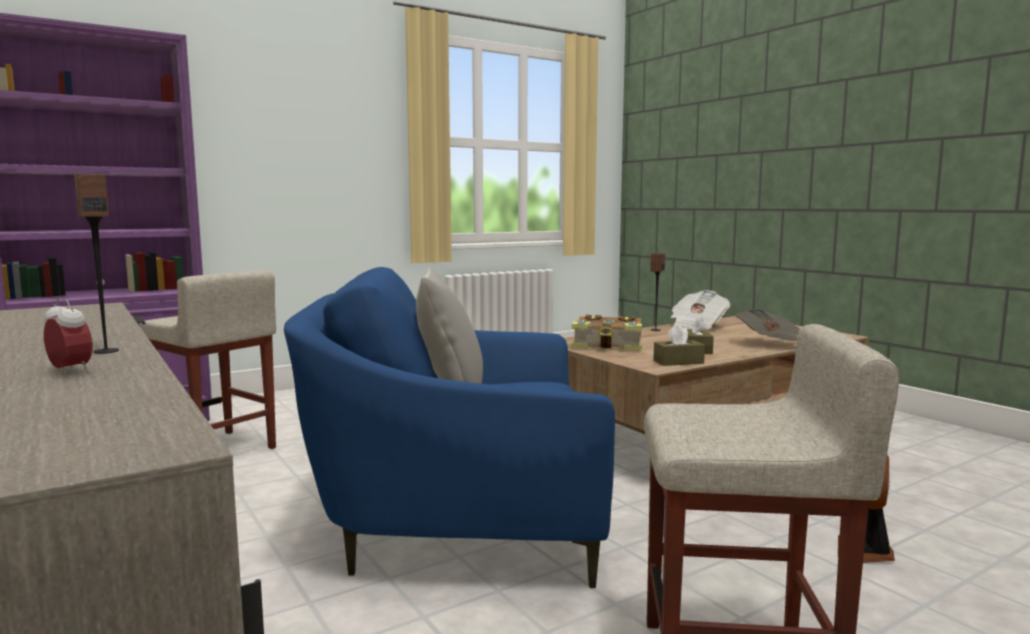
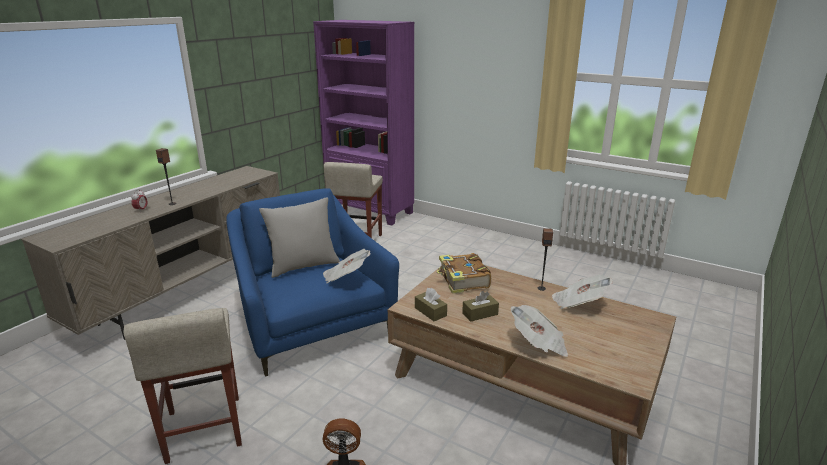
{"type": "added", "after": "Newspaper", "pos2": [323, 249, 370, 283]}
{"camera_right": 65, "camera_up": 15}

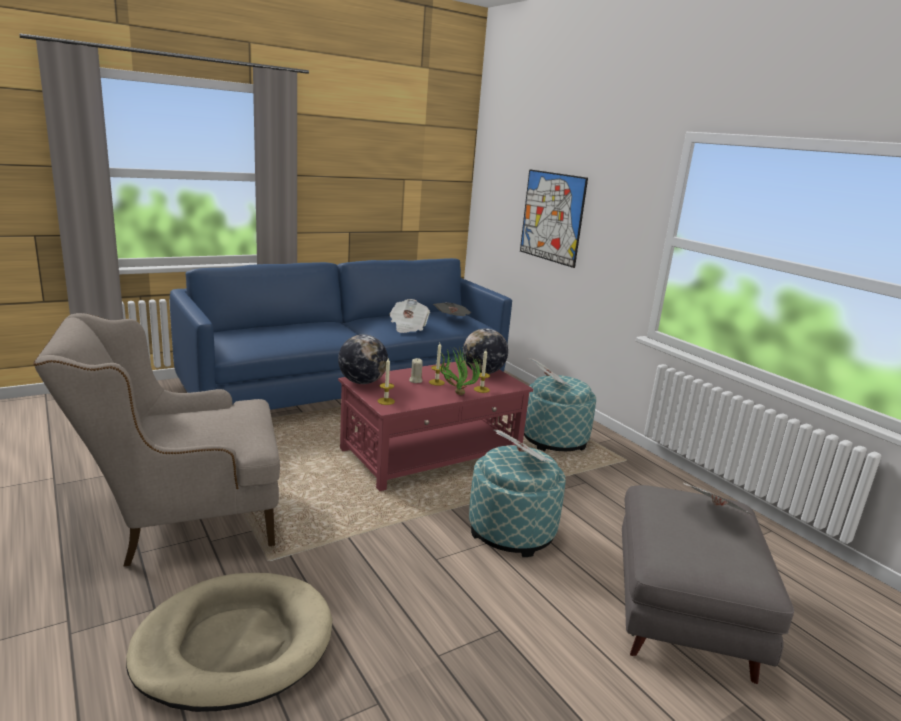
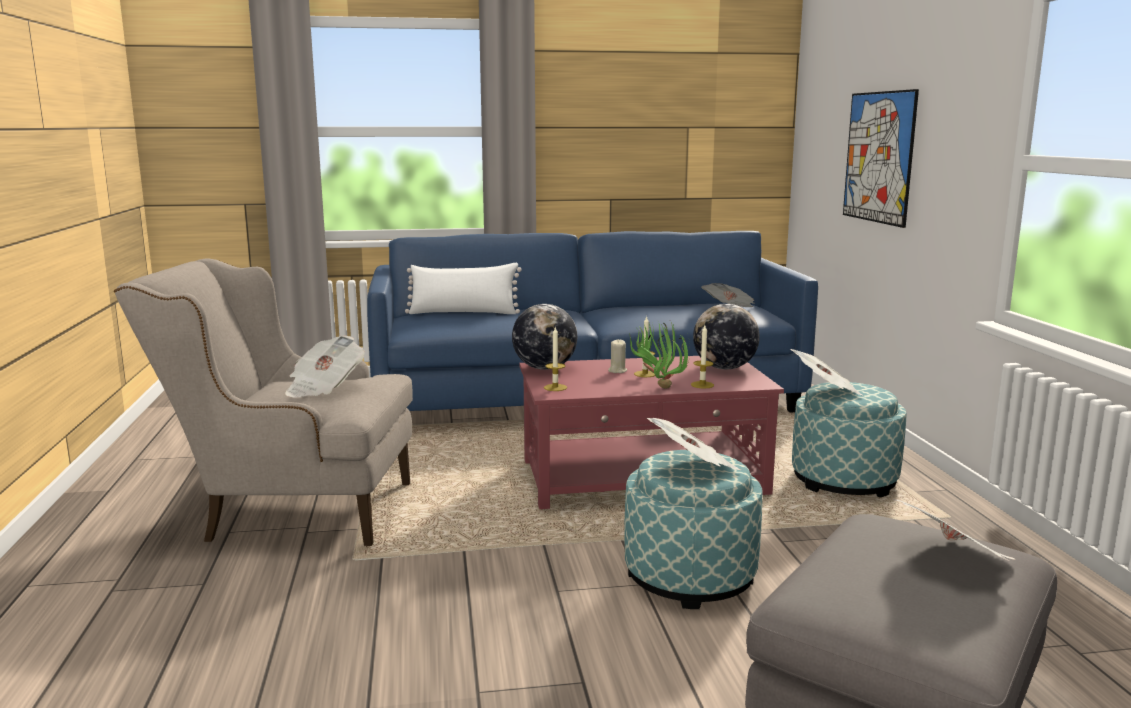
{"type": "moved", "before": "Newspaper", "pos1": [389, 299, 430, 333], "pos2": [285, 335, 365, 398]}
{"type": "added", "after": "WhitePillow", "pos2": [405, 263, 522, 314]}
{"type": "removed", "before": "BeigeDogBed", "pos1": [126, 573, 332, 712]}
{"camera_right": 25, "camera_up": -5}

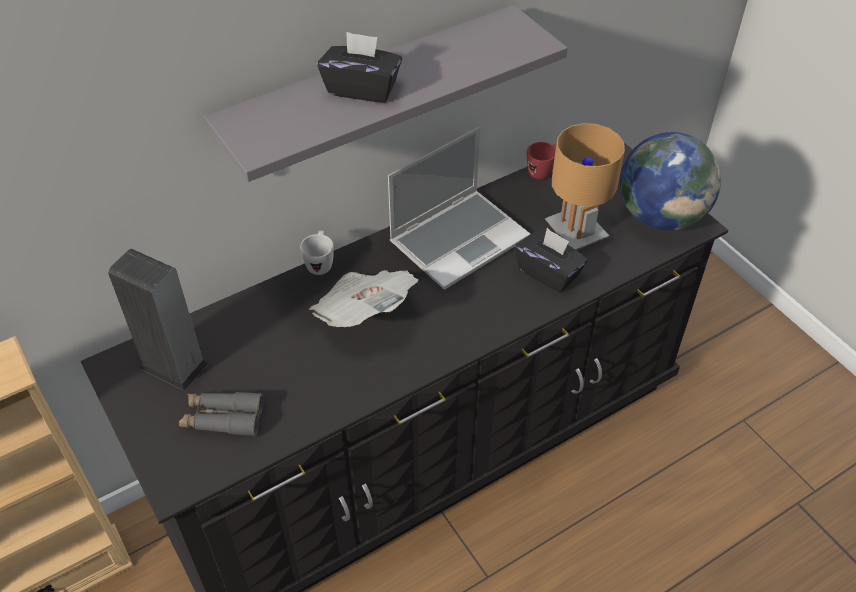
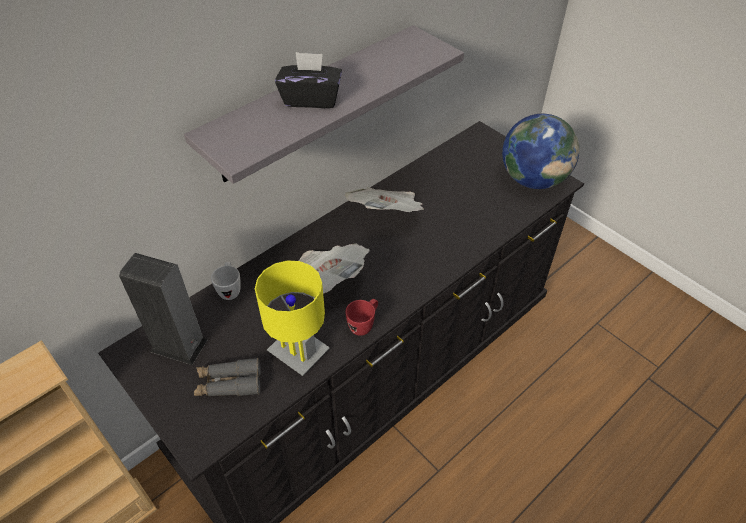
{"type": "moved", "before": "WhiteMug", "pos1": [300, 231, 334, 275], "pos2": [211, 262, 241, 300]}
{"type": "added", "after": "YellowTableLamp", "pos2": [255, 260, 330, 376]}
{"type": "replaced", "before": "Laptop", "after": "Newspaper", "pos1": [388, 127, 530, 290], "pos2": [345, 187, 424, 212]}
{"type": "moved", "before": "RedMug", "pos1": [527, 142, 556, 179], "pos2": [345, 299, 378, 336]}
{"type": "removed", "before": "BlackTissueBox", "pos1": [515, 228, 588, 292]}
{"type": "removed", "before": "BrownTableLamp", "pos1": [545, 123, 625, 250]}
{"camera_right": -10, "camera_up": 0}

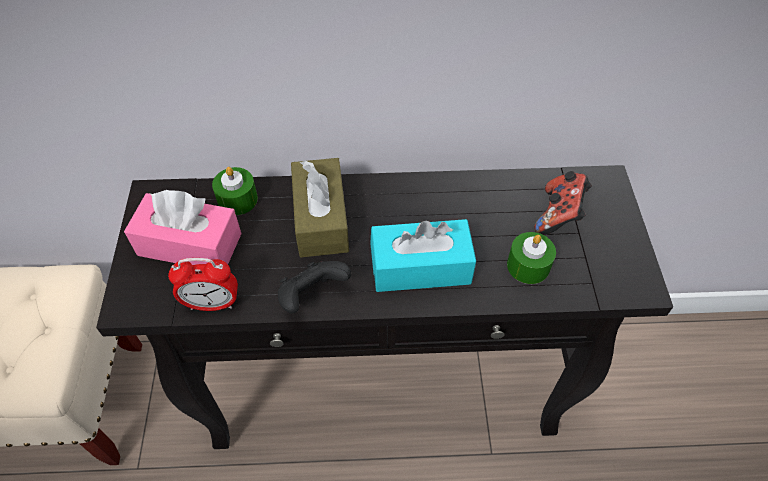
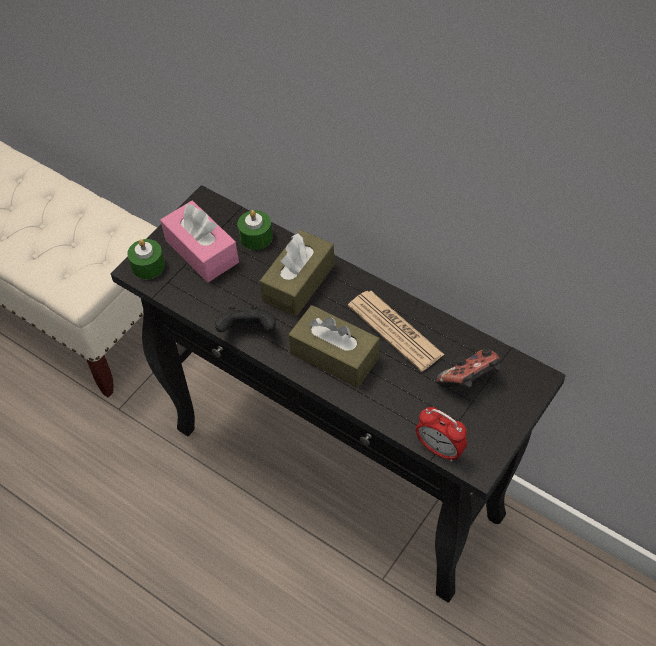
{"type": "moved", "before": "GreenCandle", "pos1": [507, 232, 556, 284], "pos2": [127, 239, 165, 279]}
{"type": "recoloured", "before": "TurquoiseTissueBox", "after": "BrownTissueBox", "pos1": [370, 219, 476, 292], "pos2": [289, 305, 380, 388]}
{"type": "added", "after": "Newspaper", "pos2": [348, 291, 445, 372]}
{"type": "moved", "before": "AlarmClock", "pos1": [168, 258, 238, 311], "pos2": [416, 407, 467, 462]}
{"camera_right": 40, "camera_up": 0}

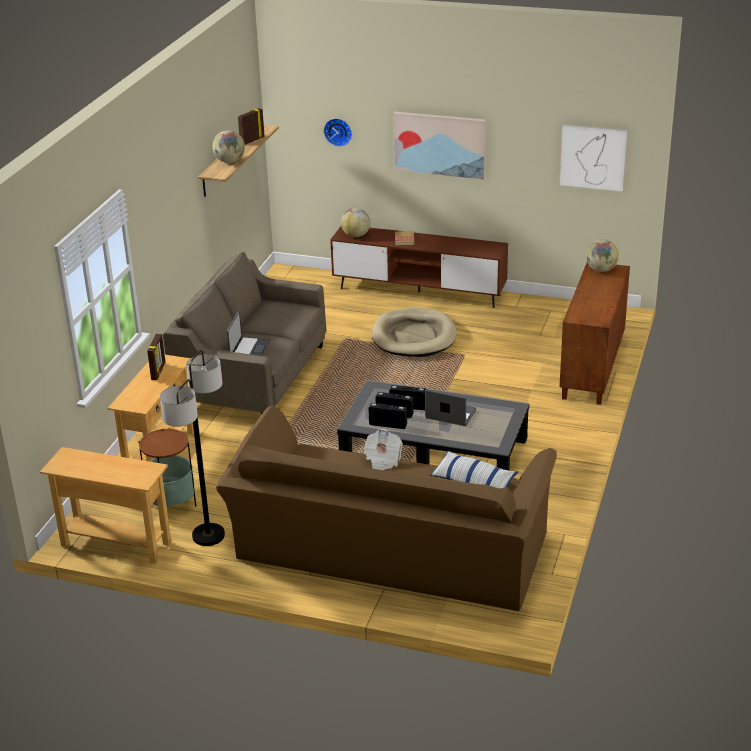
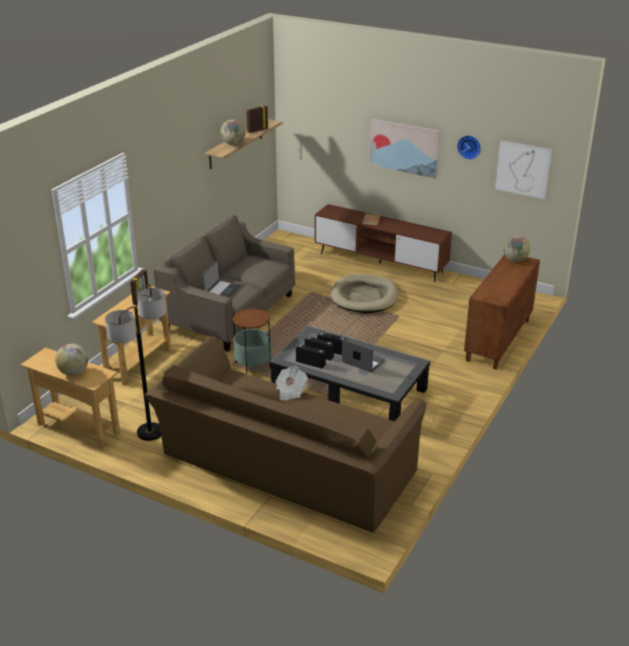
{"type": "moved", "before": "Globe", "pos1": [341, 208, 370, 237], "pos2": [55, 343, 88, 376]}
{"type": "moved", "before": "SideTable", "pos1": [138, 428, 196, 507], "pos2": [233, 308, 271, 374]}
{"type": "moved", "before": "WallClock", "pos1": [324, 118, 352, 147], "pos2": [457, 135, 481, 160]}
{"type": "removed", "before": "Pillow", "pos1": [430, 450, 519, 488]}
{"camera_right": 10, "camera_up": 0}

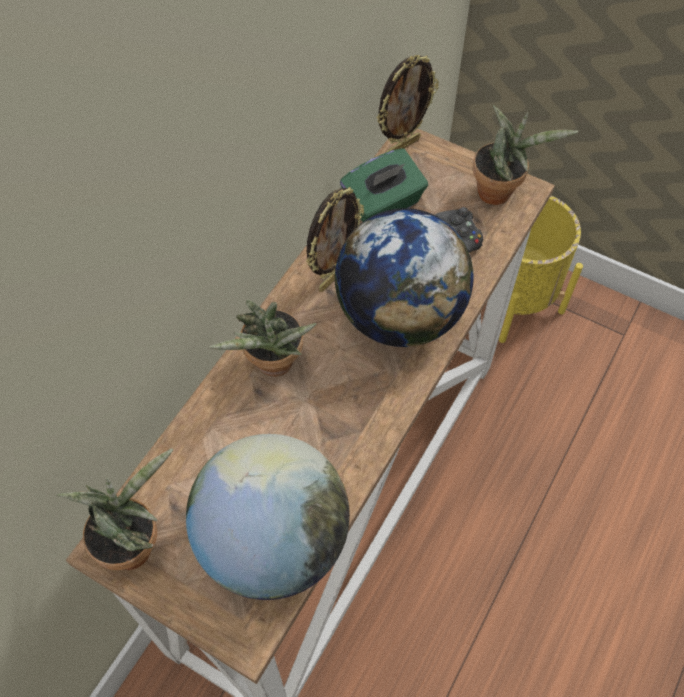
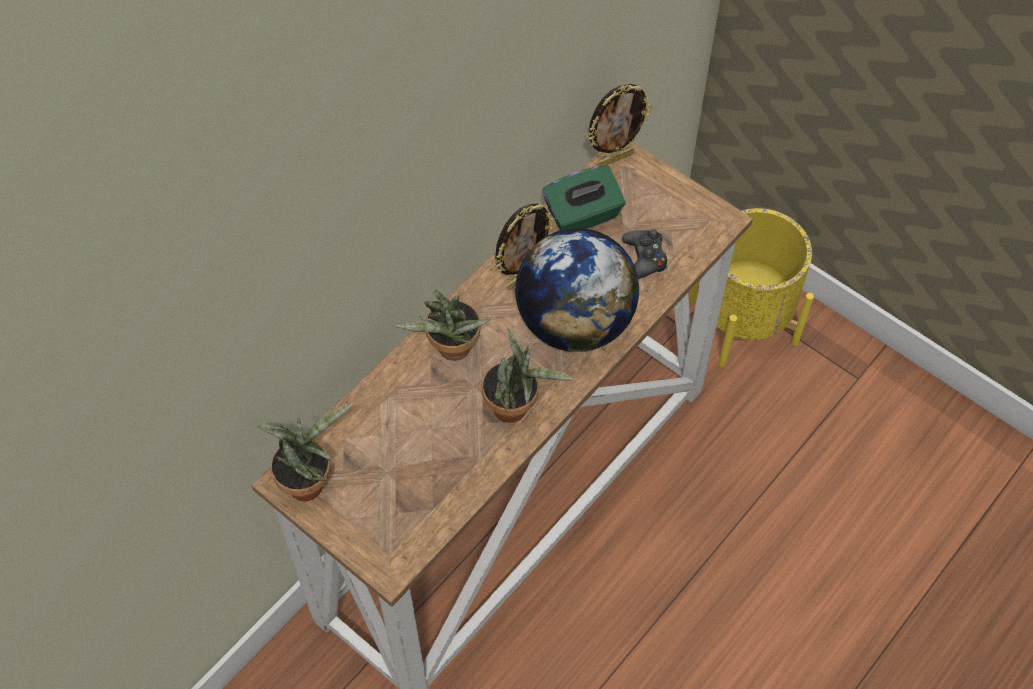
{"type": "moved", "before": "PottedPlant", "pos1": [473, 105, 578, 205], "pos2": [482, 328, 573, 423]}
{"type": "removed", "before": "Globe", "pos1": [186, 434, 350, 600]}
{"camera_right": 10, "camera_up": 0}

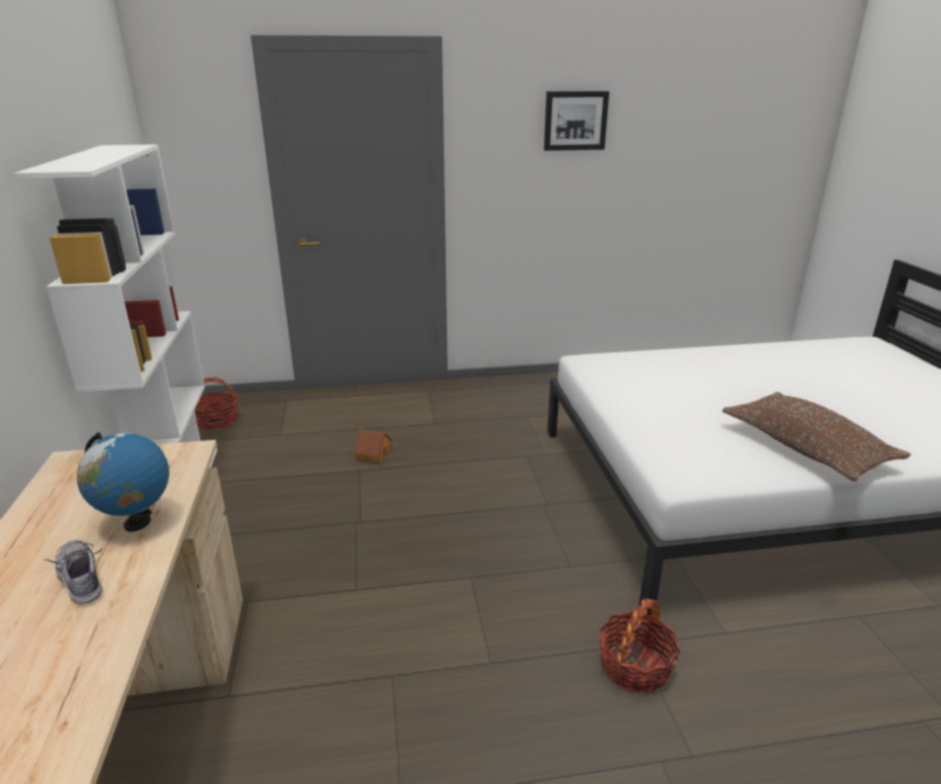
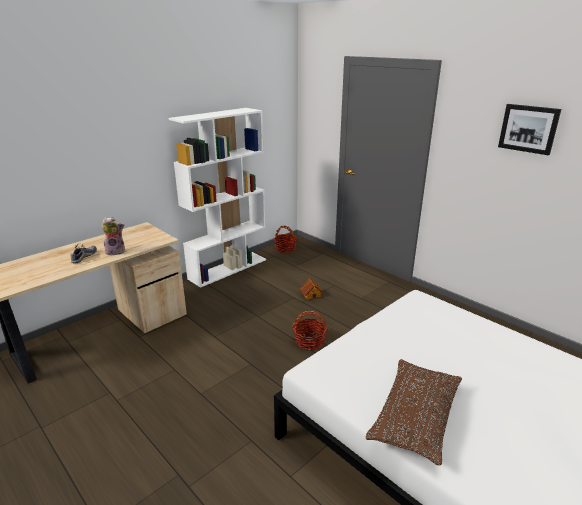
{"type": "replaced", "before": "Globe", "after": "PlushToy", "pos1": [77, 432, 169, 532], "pos2": [102, 217, 125, 255]}
{"type": "moved", "before": "Basket", "pos1": [600, 598, 681, 693], "pos2": [292, 311, 328, 350]}
{"camera_right": 55, "camera_up": 0}

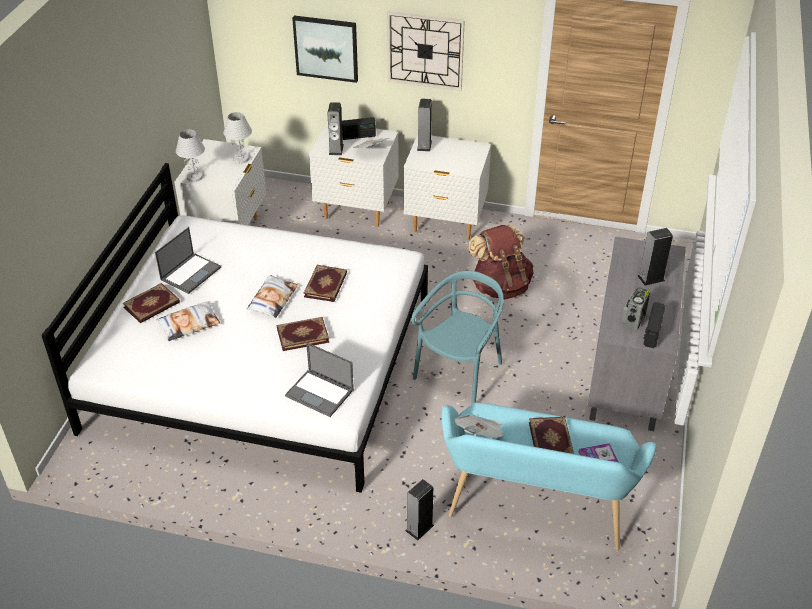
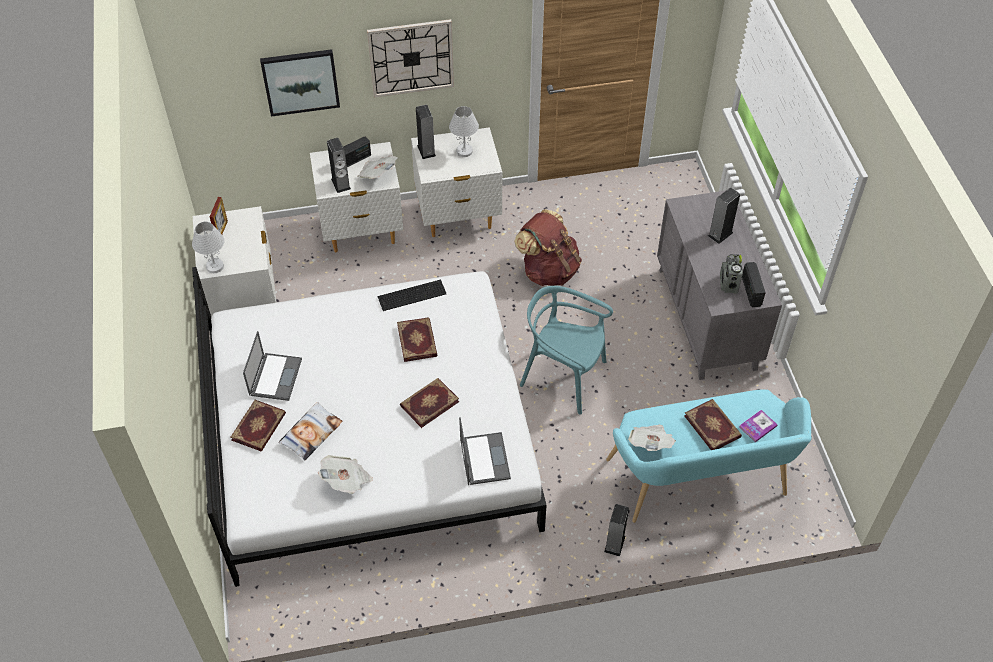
{"type": "added", "after": "PictureFrame", "pos2": [210, 197, 228, 234]}
{"type": "added", "after": "Newspaper", "pos2": [318, 455, 373, 494]}
{"type": "added", "after": "Keyboard", "pos2": [377, 280, 446, 311]}
{"type": "moved", "before": "WhiteTableLamp", "pos1": [223, 112, 252, 164], "pos2": [449, 106, 479, 157]}
{"type": "turned", "before": "Laptop", "pos1": [285, 343, 354, 417], "pos2": [459, 417, 511, 485], "turn": -105}
{"type": "turned", "before": "TurquoiseChair", "pos1": [411, 270, 504, 405], "pos2": [520, 286, 613, 414], "turn": -75}
{"type": "removed", "before": "Pillow", "pos1": [247, 274, 298, 318]}
{"camera_right": -25, "camera_up": 10}

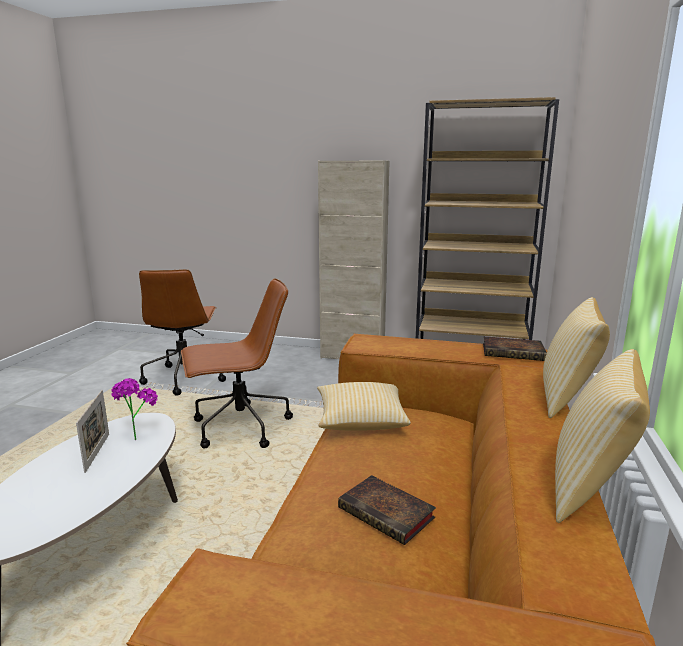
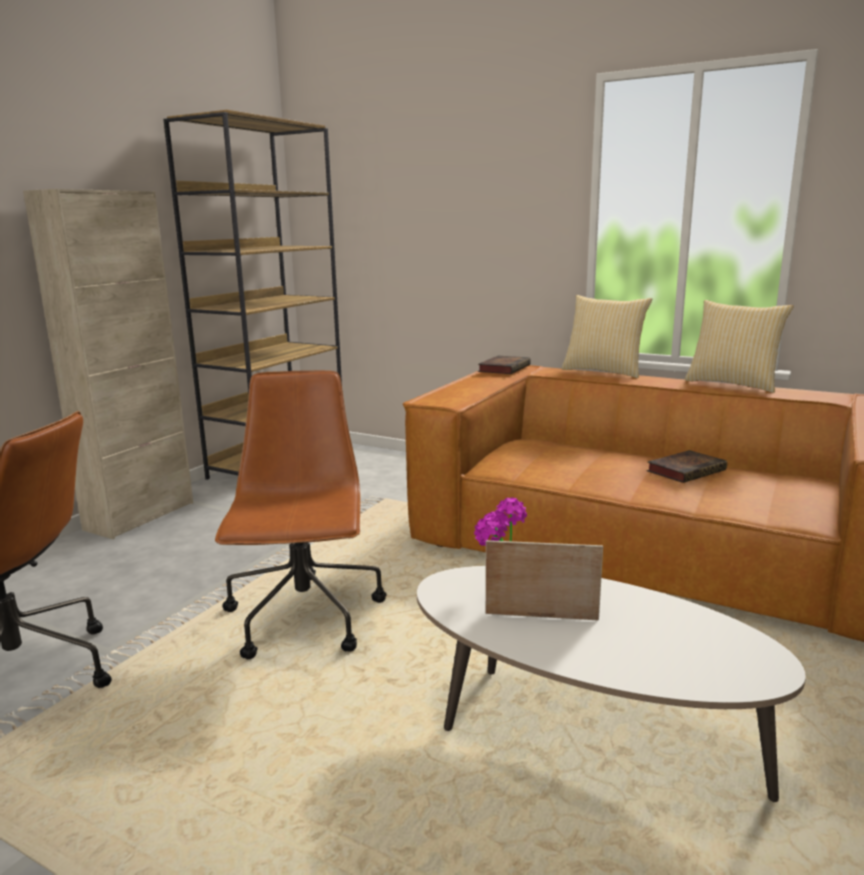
{"type": "removed", "before": "Pillow", "pos1": [317, 382, 411, 431]}
{"camera_right": -75, "camera_up": 0}

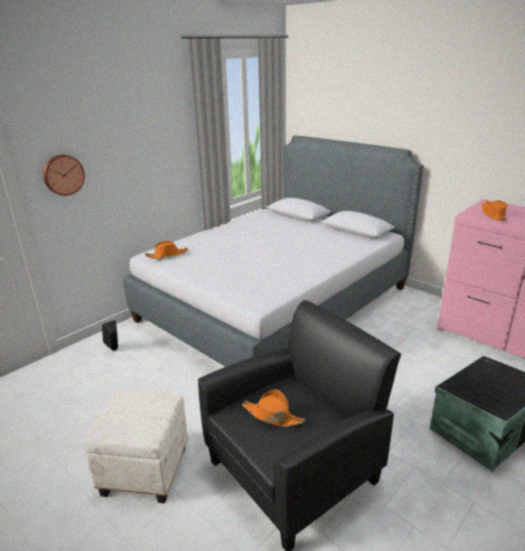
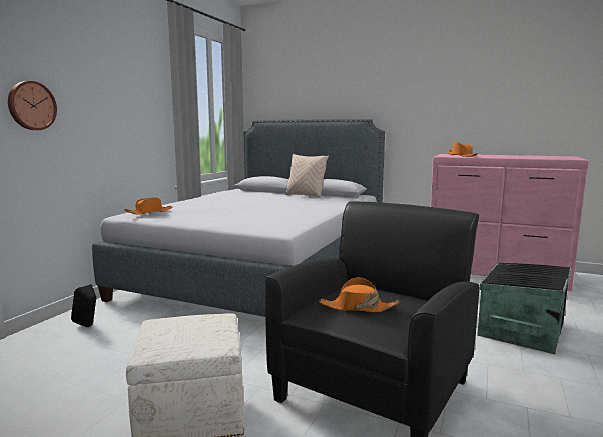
{"type": "added", "after": "BeigePillow", "pos2": [284, 154, 329, 198]}
{"camera_right": -20, "camera_up": -15}

